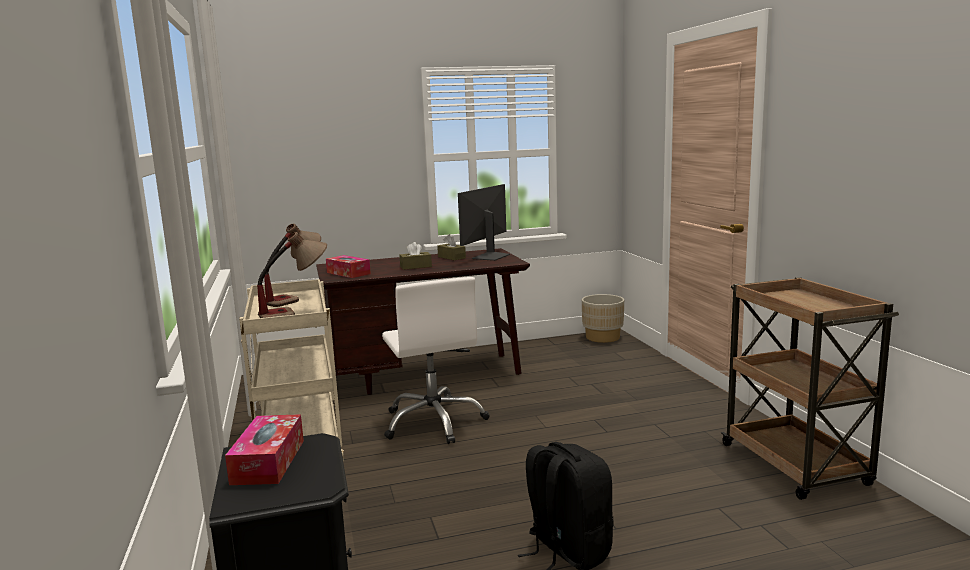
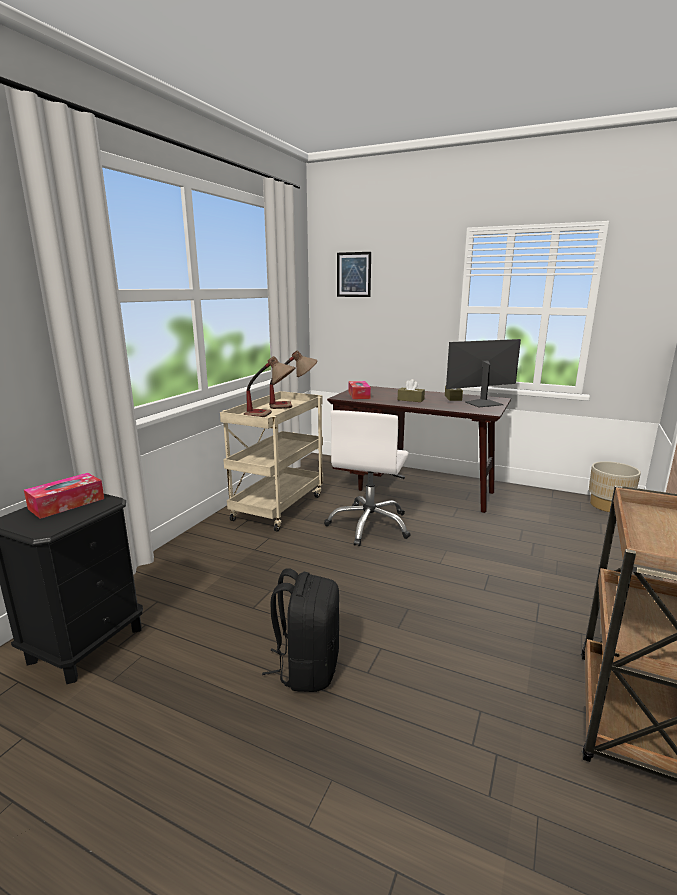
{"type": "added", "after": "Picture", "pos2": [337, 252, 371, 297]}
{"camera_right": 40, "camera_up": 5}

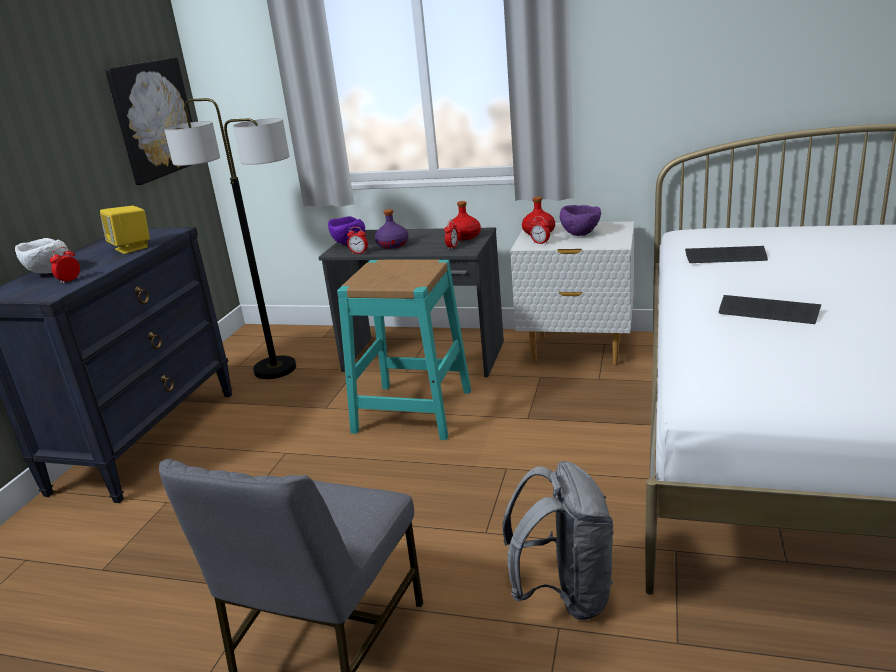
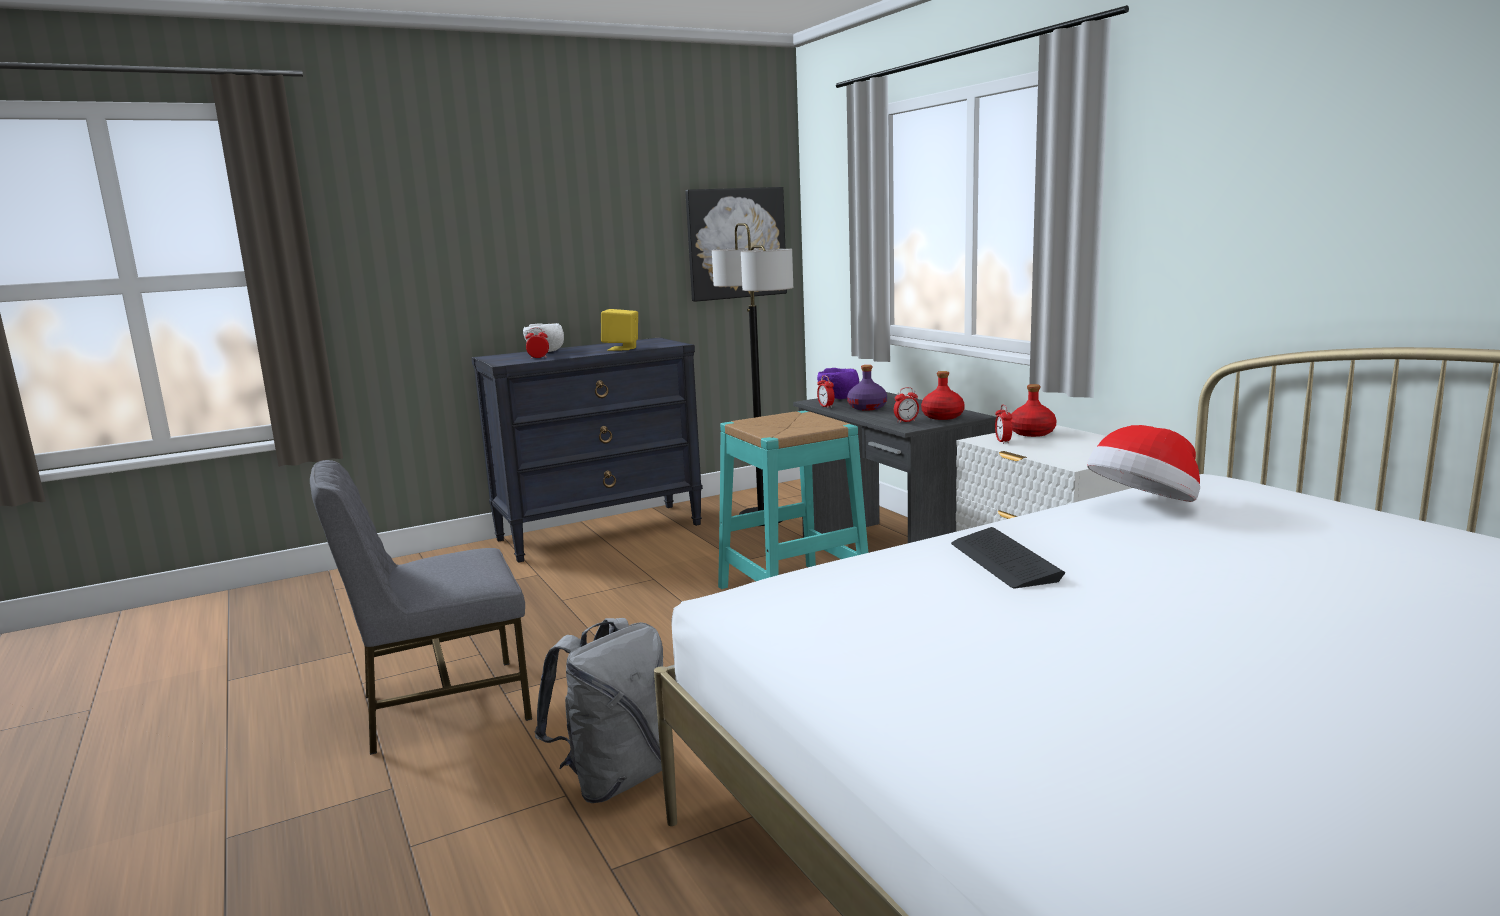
{"type": "replaced", "before": "Keyboard", "after": "Hat", "pos1": [685, 246, 768, 263], "pos2": [1087, 425, 1200, 502]}
{"type": "removed", "before": "PurpleBowl", "pos1": [560, 205, 601, 236]}
{"camera_right": 45, "camera_up": -10}

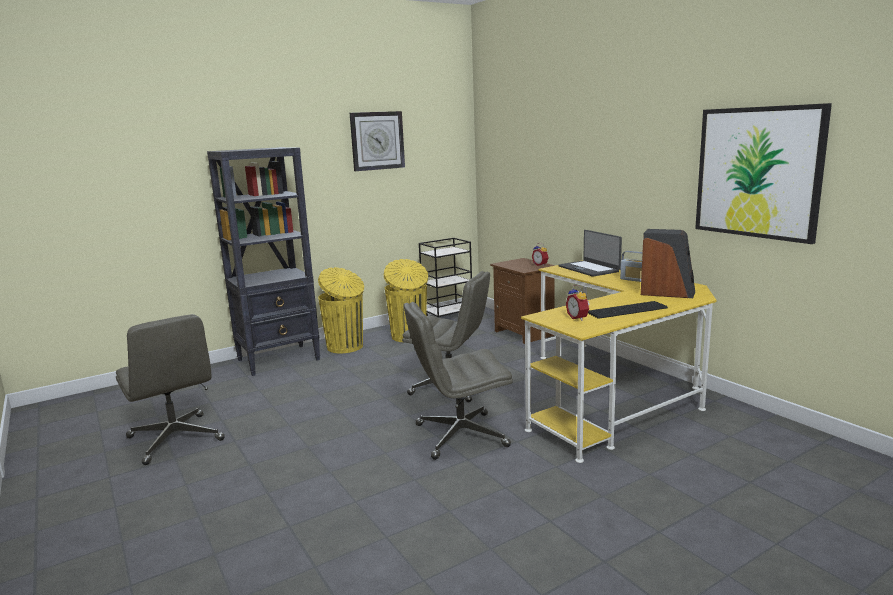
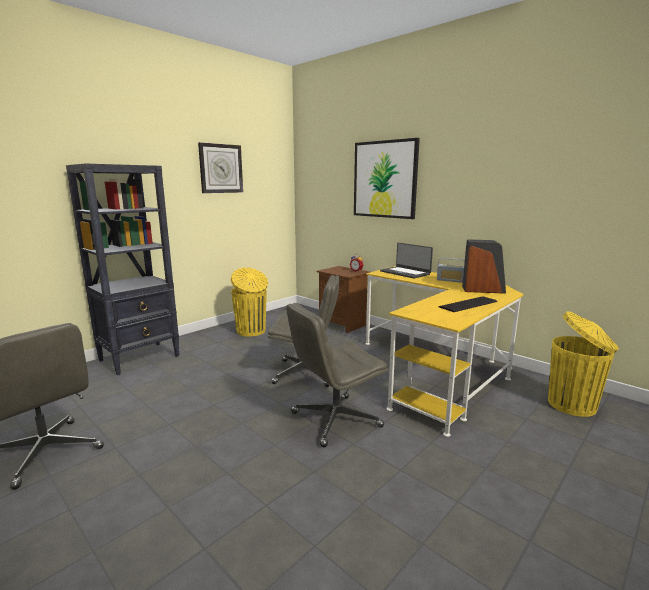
{"type": "moved", "before": "Picture", "pos1": [695, 103, 832, 244], "pos2": [354, 138, 420, 219]}
{"type": "moved", "before": "YellowTrashCan", "pos1": [318, 267, 364, 353], "pos2": [548, 311, 619, 417]}
{"type": "removed", "before": "BlackCart", "pos1": [419, 238, 472, 318]}
{"type": "removed", "before": "AlarmClock", "pos1": [566, 285, 589, 321]}
{"camera_right": -15, "camera_up": 0}

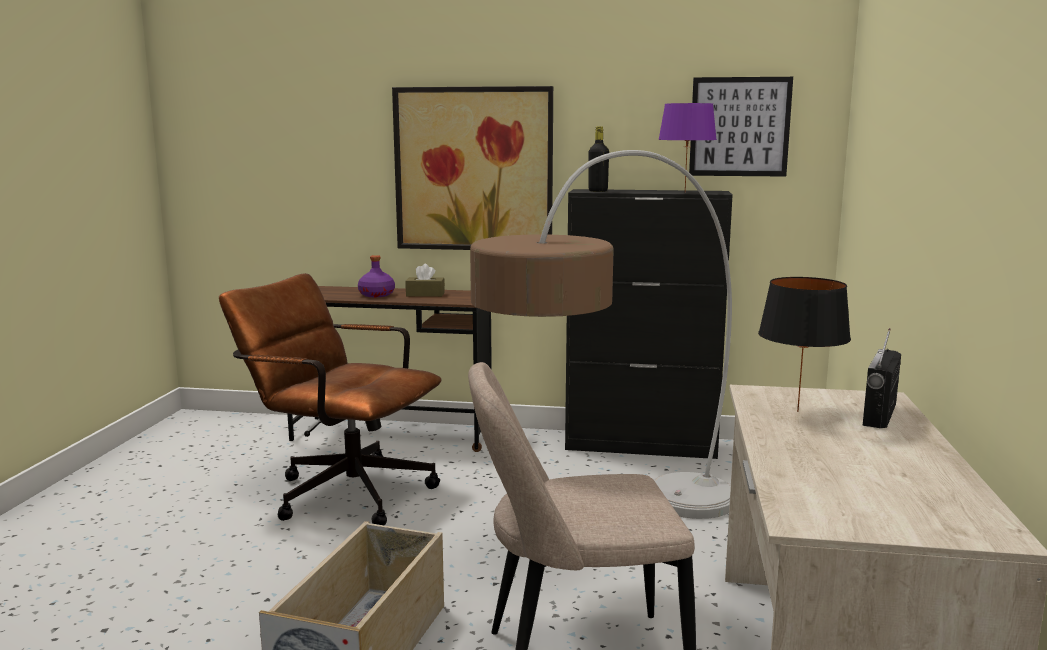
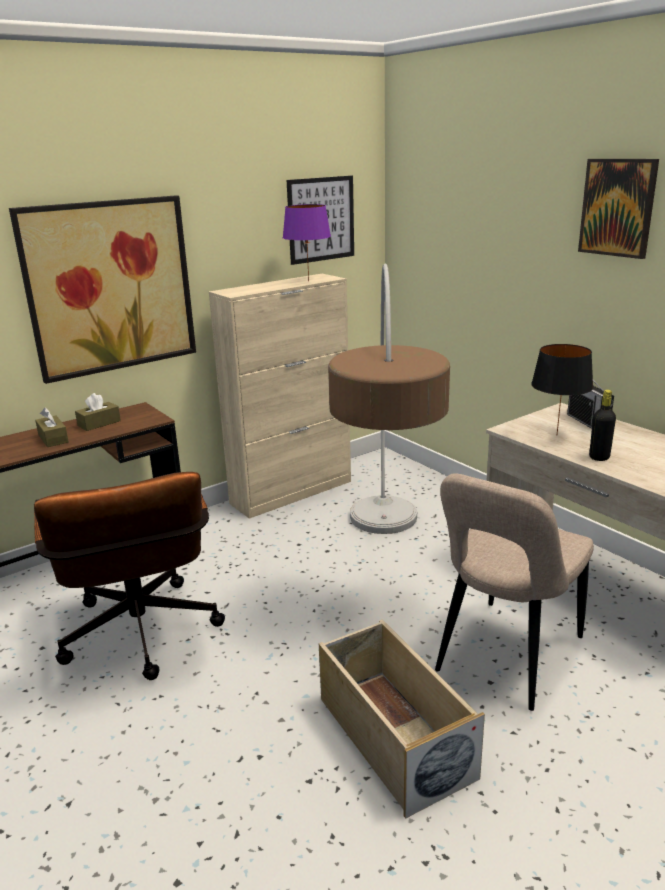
{"type": "turned", "before": "BrownOfficeChair", "pos1": [219, 273, 442, 525], "pos2": [34, 472, 225, 680], "turn": -90}
{"type": "replaced", "before": "PurpleBottle", "after": "BrownTissueBox", "pos1": [358, 255, 395, 297], "pos2": [35, 408, 69, 447]}
{"type": "recoloured", "before": "BlackCabinet", "after": "BeigeCabinet", "pos1": [565, 189, 733, 459], "pos2": [209, 274, 351, 519]}
{"type": "added", "after": "Picture", "pos2": [578, 159, 659, 259]}
{"type": "moved", "before": "BlackBottle", "pos1": [588, 126, 609, 192], "pos2": [589, 390, 616, 461]}
{"camera_right": -45, "camera_up": 10}

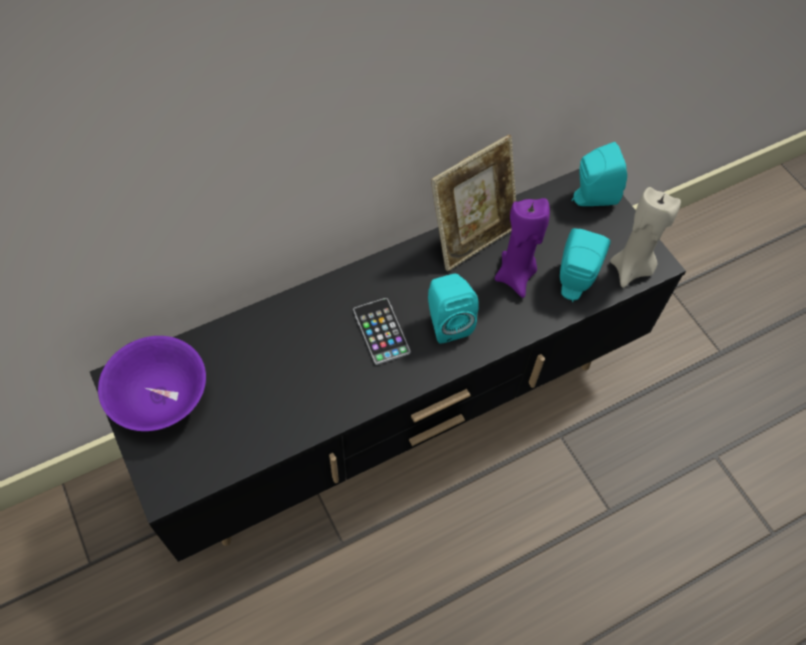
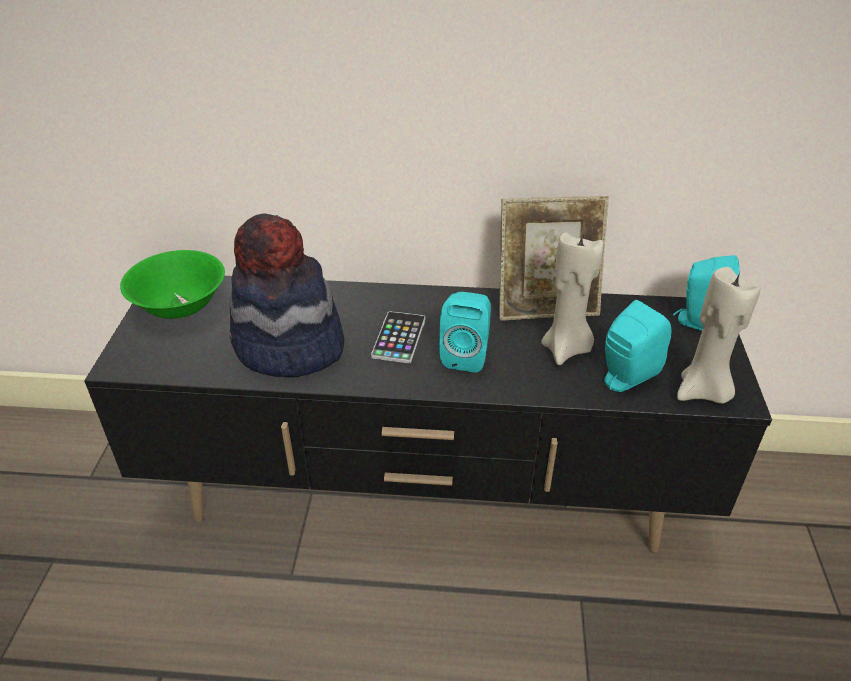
{"type": "recoloured", "before": "PurpleBowl", "after": "GreenBowl", "pos1": [98, 336, 206, 431], "pos2": [120, 250, 225, 319]}
{"type": "added", "after": "Hat", "pos2": [229, 213, 344, 377]}
{"type": "recoloured", "before": "PurpleCandle", "after": "BeigeCandle", "pos1": [495, 198, 550, 298], "pos2": [541, 232, 603, 365]}
{"camera_right": 35, "camera_up": -20}

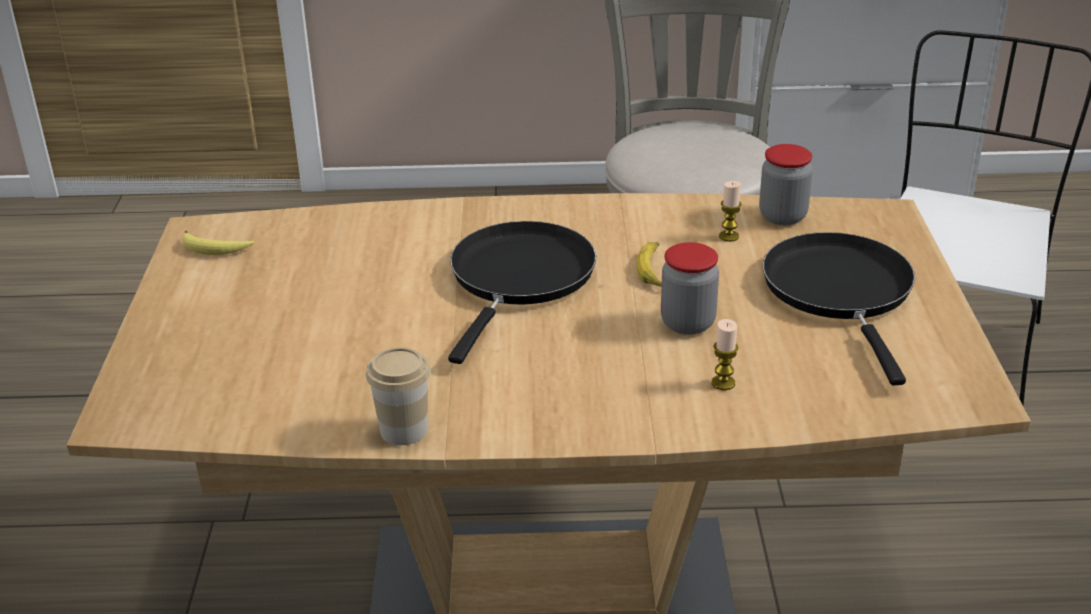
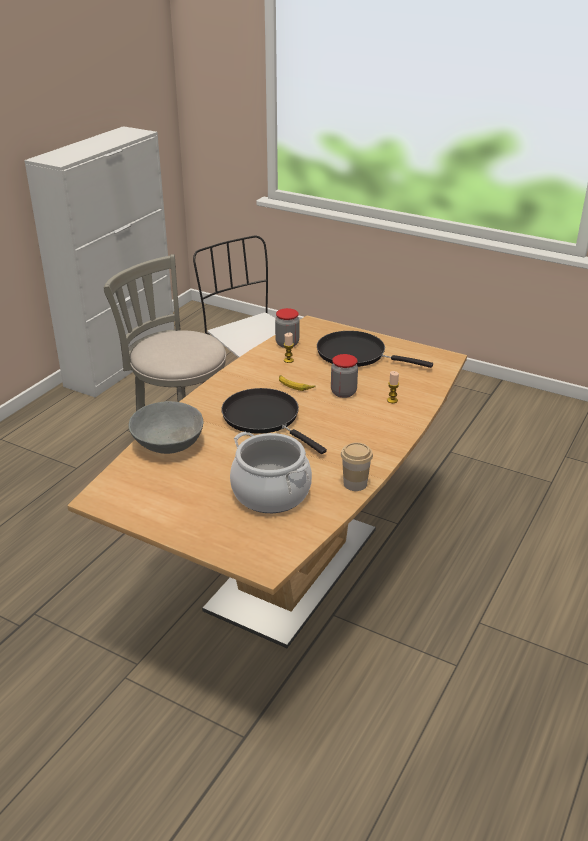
{"type": "added", "after": "GreyBowl", "pos2": [129, 401, 203, 454]}
{"type": "added", "after": "CookingPot", "pos2": [230, 432, 312, 513]}
{"type": "removed", "before": "Banana", "pos1": [182, 231, 254, 255]}
{"camera_right": -60, "camera_up": 0}

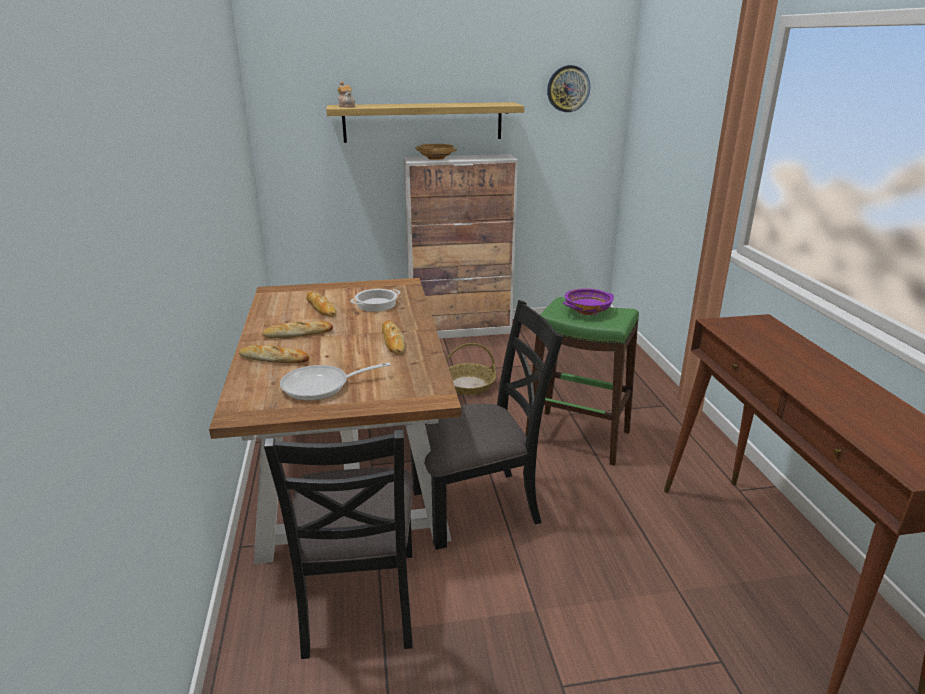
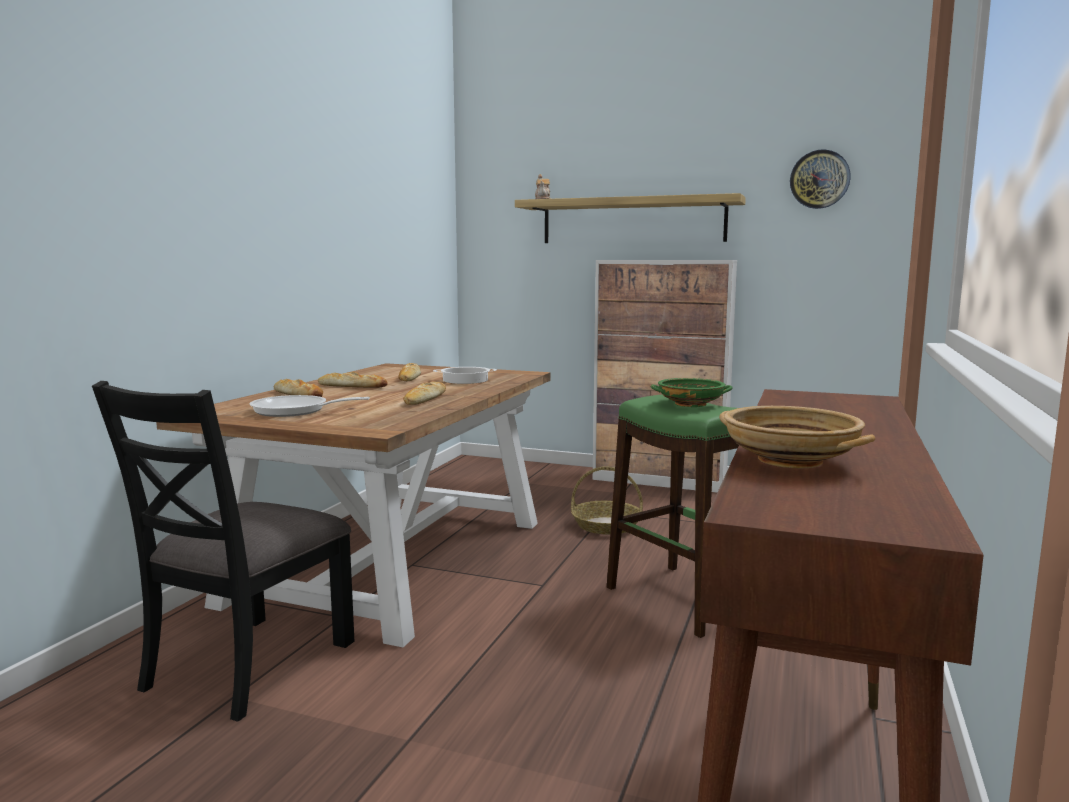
{"type": "recoloured", "before": "PurpleBowl", "after": "GreenBowl", "pos1": [563, 288, 614, 315], "pos2": [651, 378, 732, 407]}
{"type": "moved", "before": "BeigeBowl", "pos1": [415, 144, 457, 160], "pos2": [719, 406, 875, 468]}
{"type": "removed", "before": "BlackChair", "pos1": [411, 300, 563, 550]}
{"camera_right": 30, "camera_up": -15}

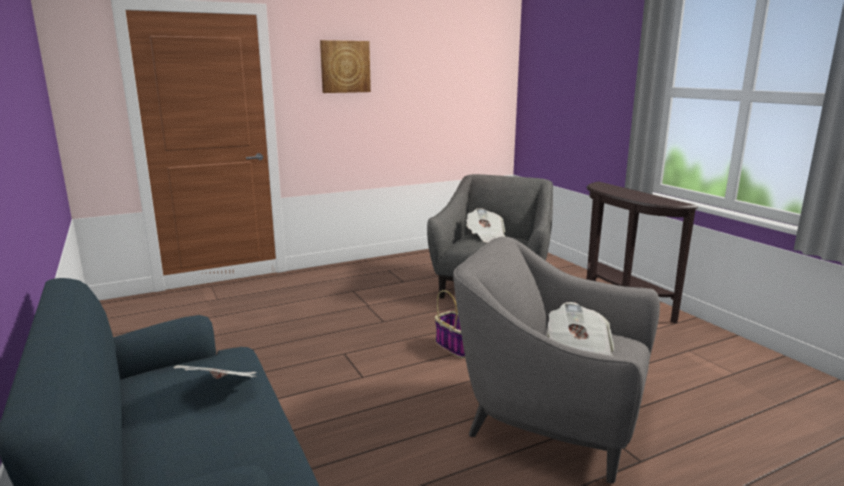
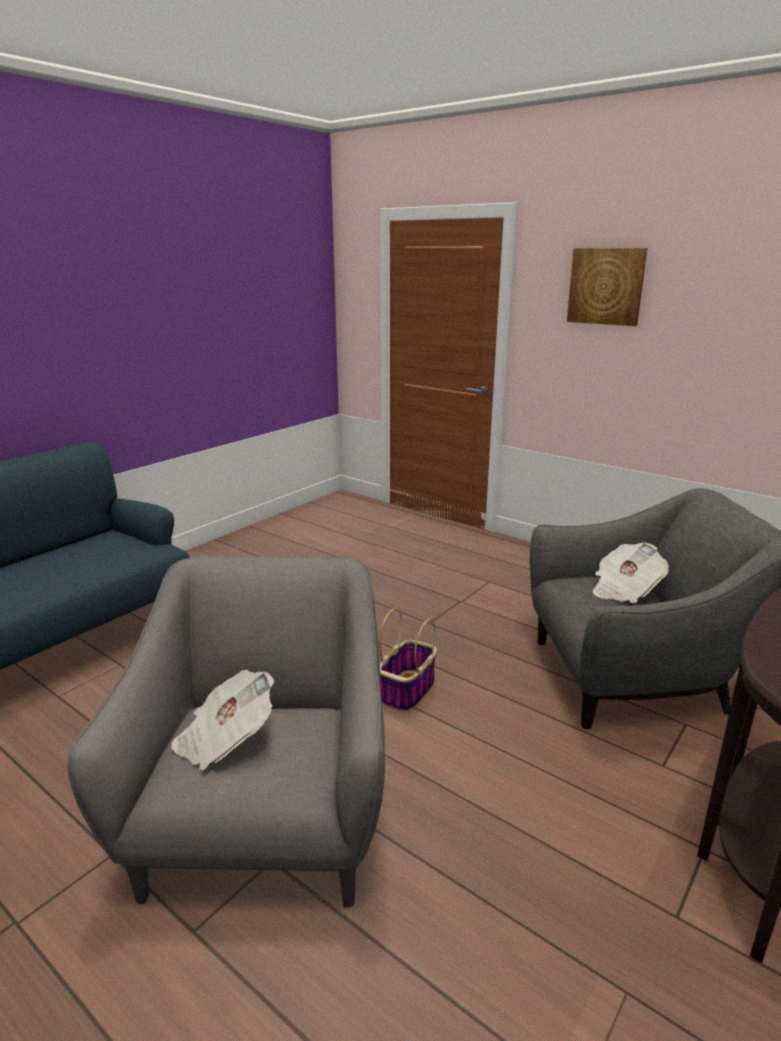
{"type": "removed", "before": "Newspaper", "pos1": [174, 365, 257, 379]}
{"camera_right": 65, "camera_up": 5}

